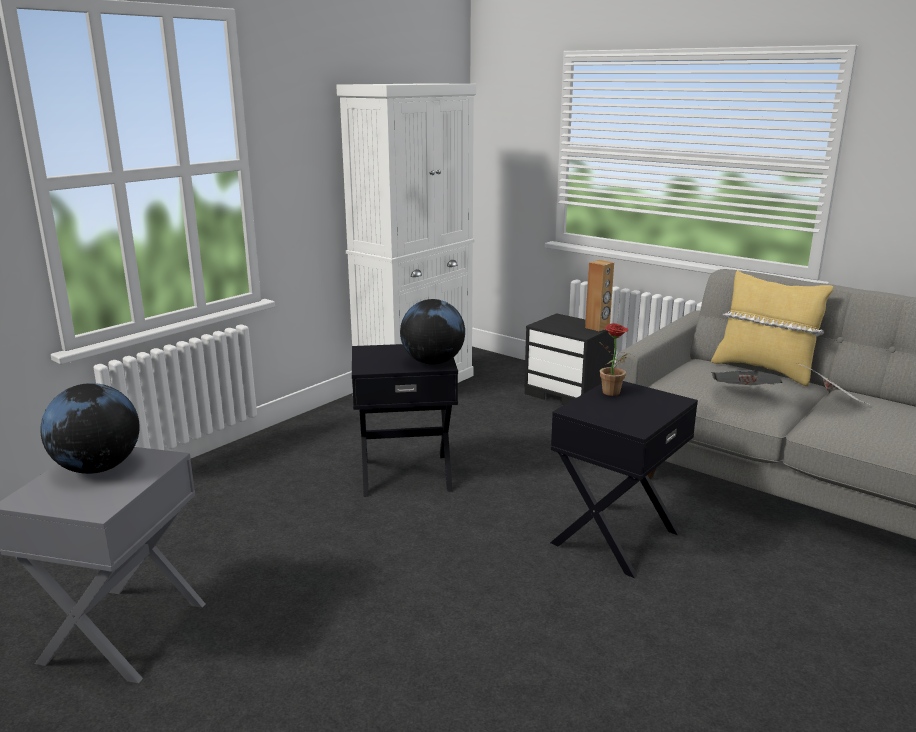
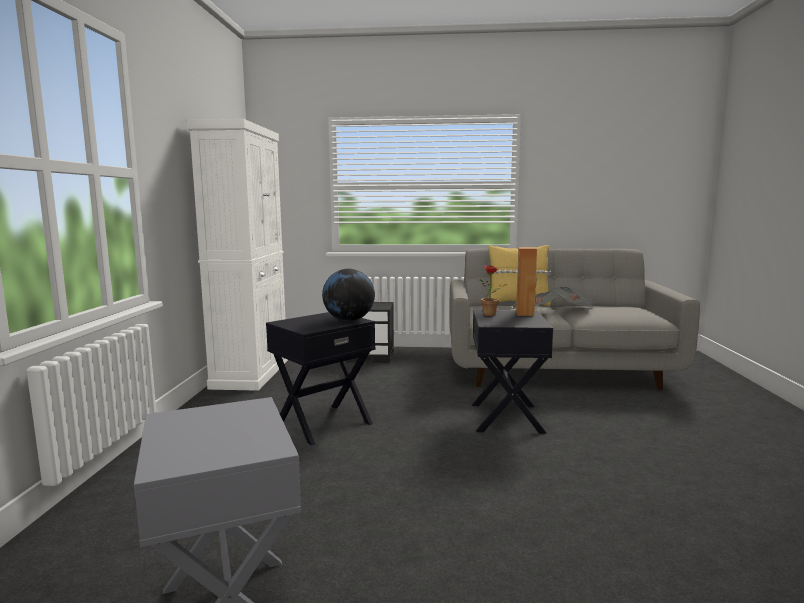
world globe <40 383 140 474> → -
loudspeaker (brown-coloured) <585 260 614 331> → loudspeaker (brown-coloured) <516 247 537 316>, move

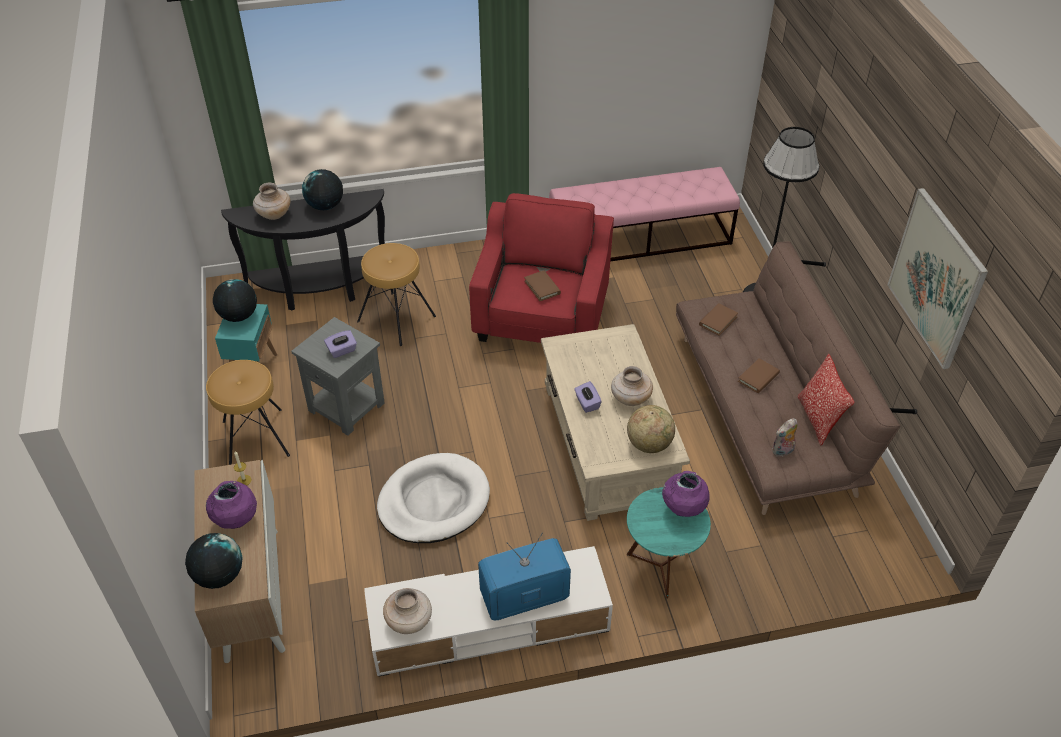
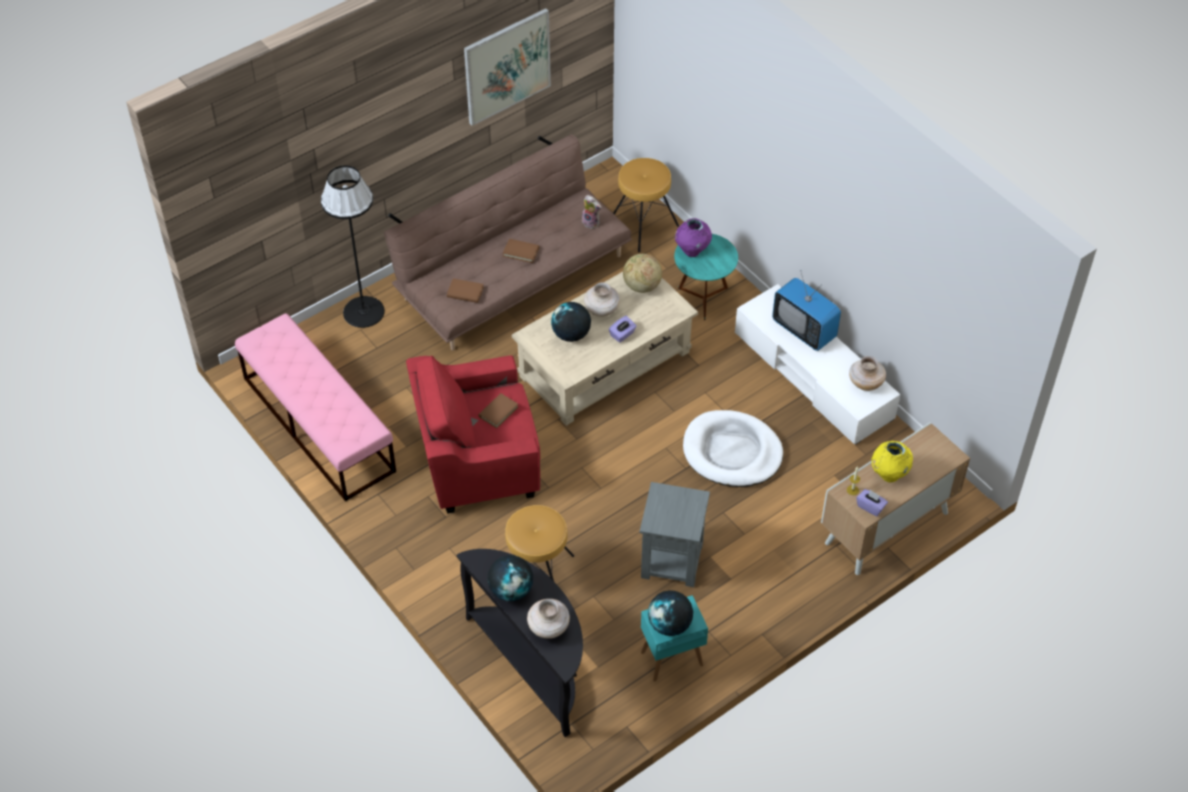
world globe <185 533 243 589> → world globe <551 302 591 342>, move
sitting stool (brown-coloured) <206 360 290 465> → sitting stool (brown-coloured) <613 158 679 252>, move
vase (purple) <206 481 257 529> → vase (yellow) <872 441 913 482>
tissue box (purple) <324 330 357 358> → tissue box (purple) <856 489 888 516>, move
pillow <797 354 855 445> → -

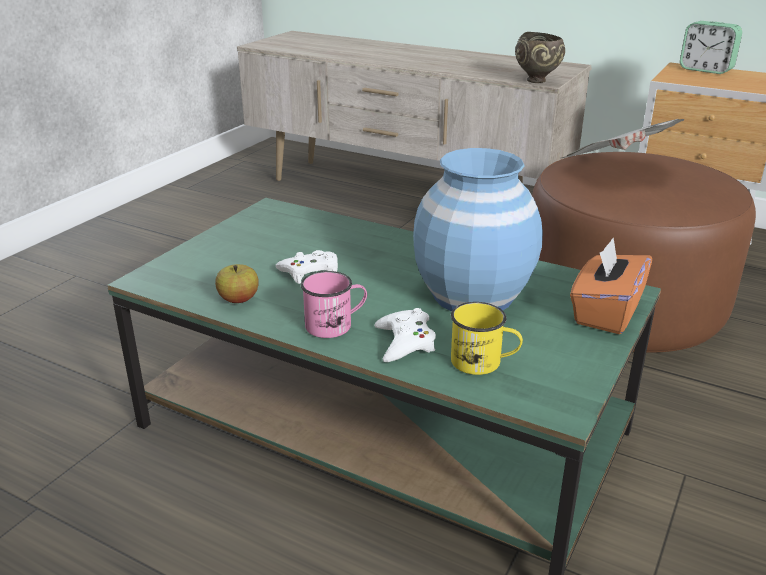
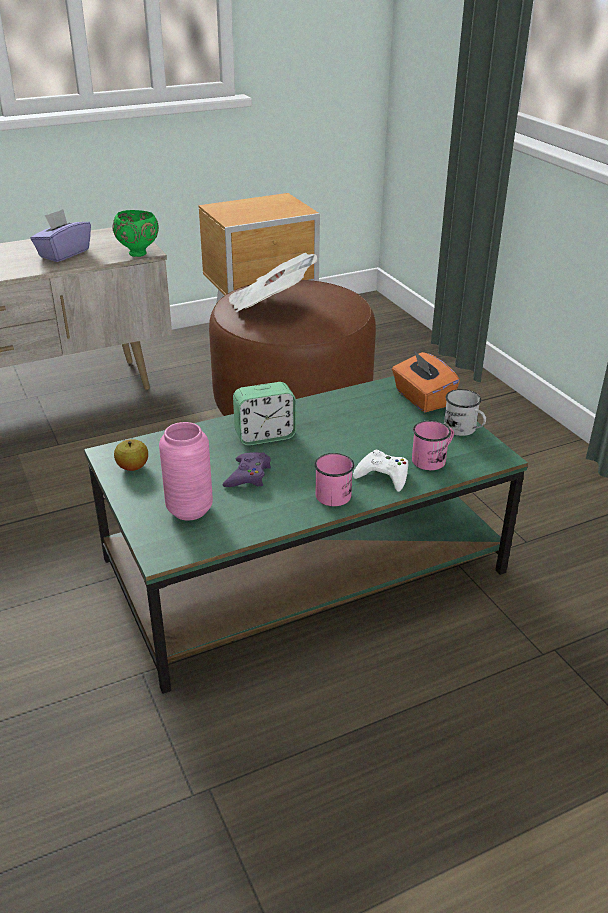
whole apple <215 264 259 303> → whole apple <114 439 148 471>, move
joypad (white-coloured) <275 250 338 284> → joypad (purple) <223 452 271 487>
vase (blue-coloured) <413 148 543 312> → -
tea mug (yellow) <451 302 523 375> → tea mug (pink-coloured) <412 420 454 470>
deep dish (brown-coloured) <515 32 565 83> → deep dish (green-coloured) <112 210 159 257>
alarm clock <680 21 742 74> → alarm clock <233 382 296 446>, move
- → tissue box (purple) <30 209 91 262>
- → vase (pink-coloured) <159 422 213 521>
- → tea mug (white-coloured) <444 389 486 436>

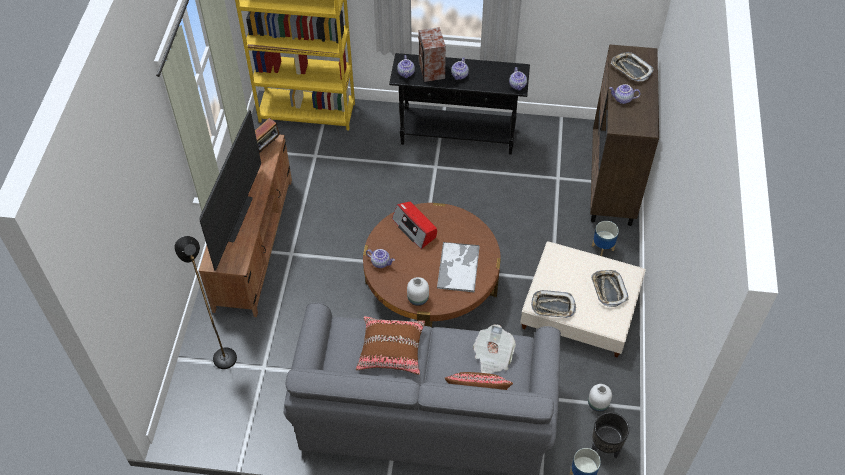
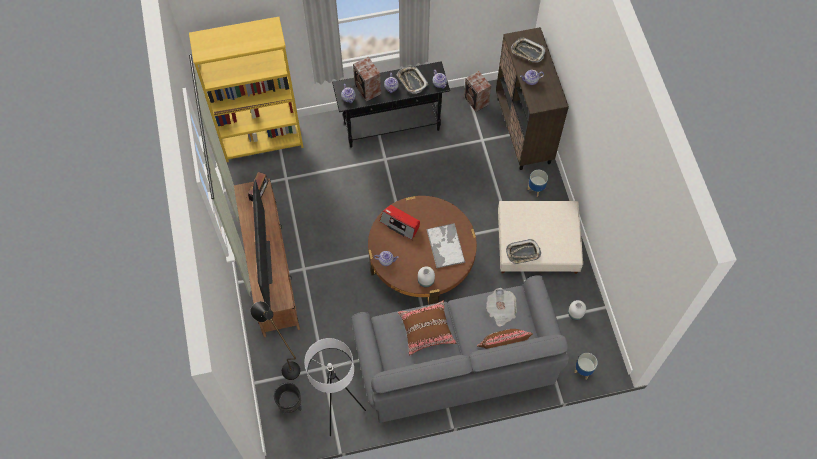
tray <591 270 629 307> → tray <397 66 428 94>, move
planter (black) <592 412 629 458> → planter (black) <274 383 302 414>, move
- → standard lamp (white-coloured) <304 338 366 436>
- → loudspeaker <464 71 491 112>

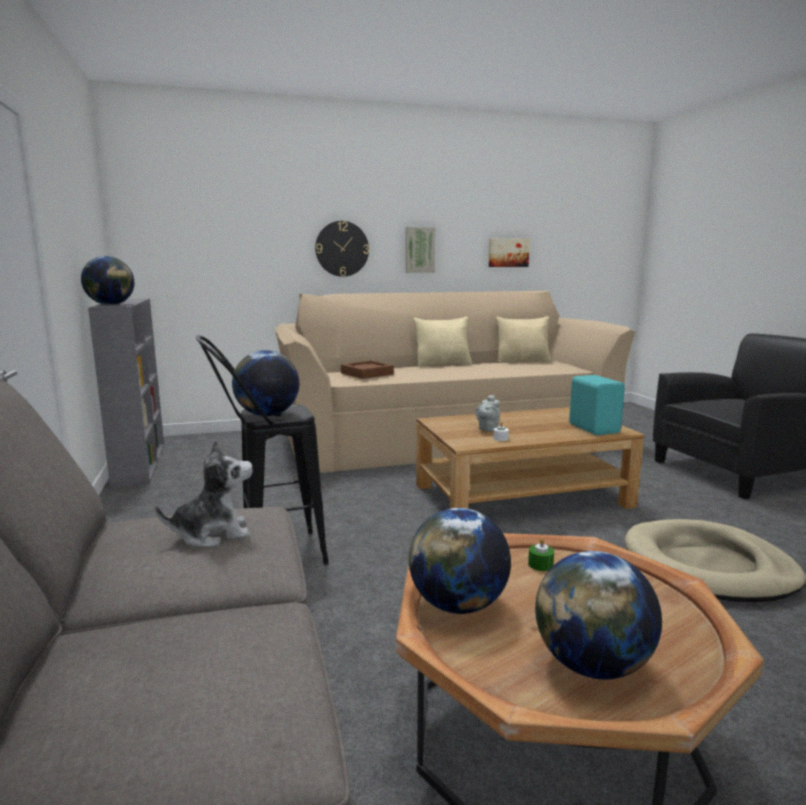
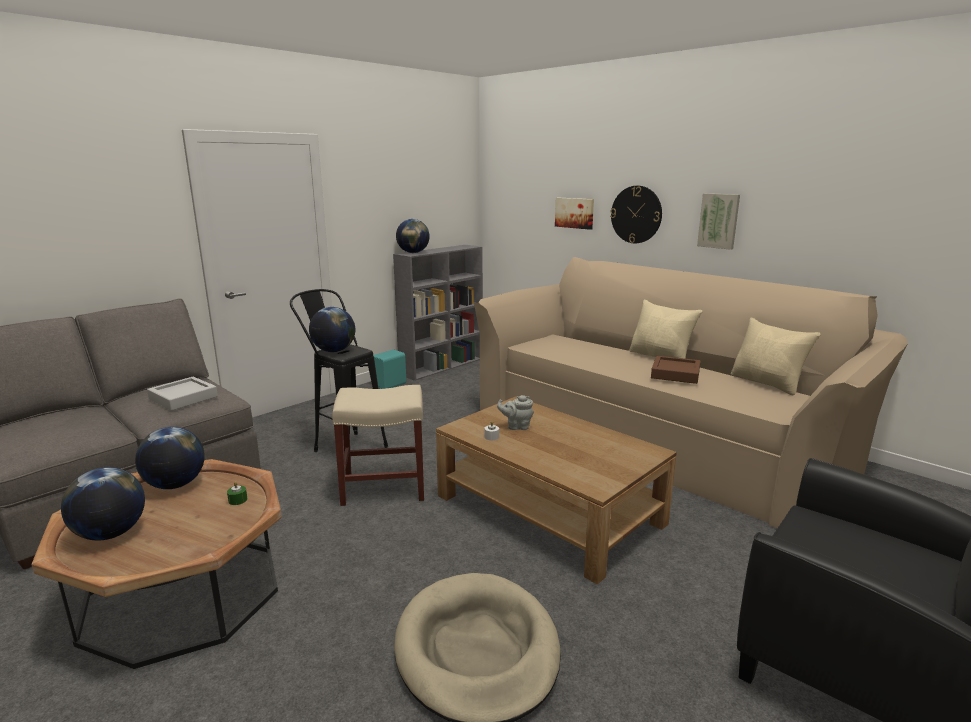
cuddly toy <155 439 253 547> → tray (gray) <147 377 218 411>
tray (brown-coloured) <341 360 394 379> → tray (brown-coloured) <651 356 701 384>, move
picture <489 238 530 267> → picture <555 198 594 230>, move
loudspeaker (blue-green) <569 375 625 435> → loudspeaker (blue-green) <373 350 406 389>, move
- → sitting stool (beige-coloured) <332 385 424 506>

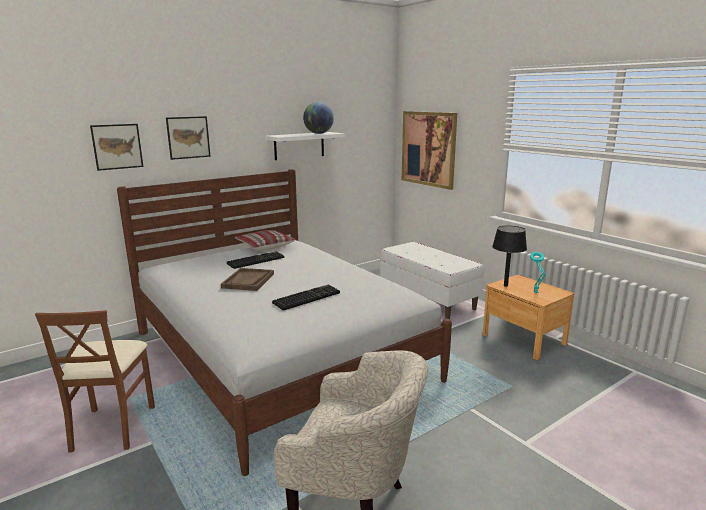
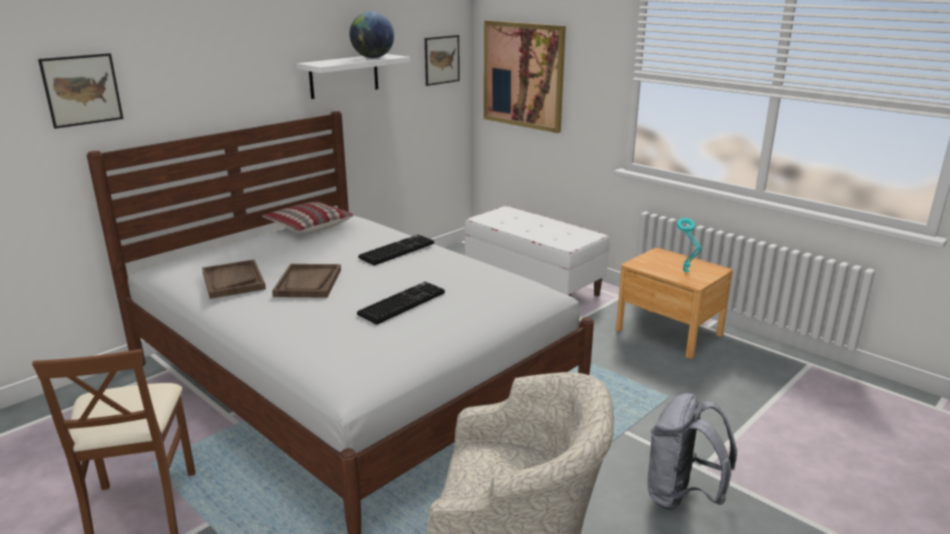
picture <166 116 211 160> → picture <425 35 460 86>, move
computer keyboard <227 251 284 269> → computer keyboard <359 235 434 265>, move
table lamp (black) <492 226 527 287> → -
- → tray (brown-coloured) <202 260 266 299>
- → rucksack (gray) <647 393 737 510>

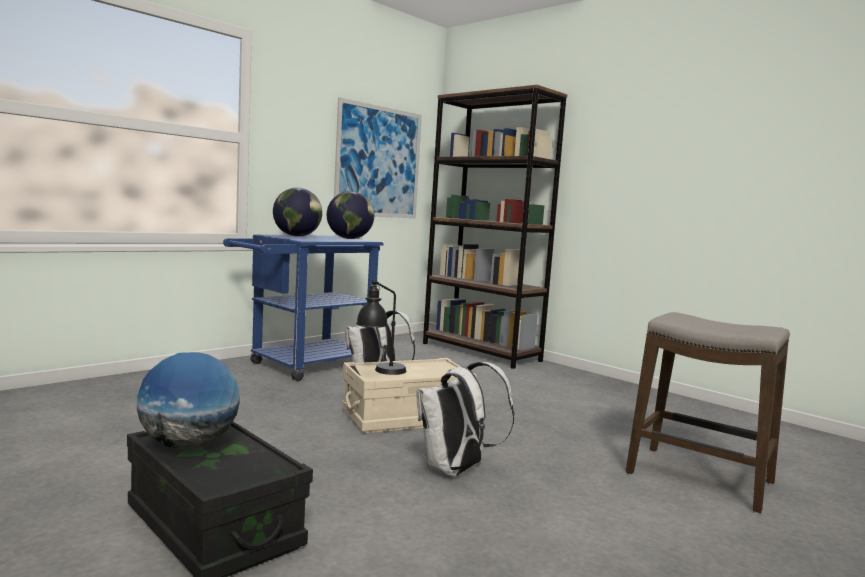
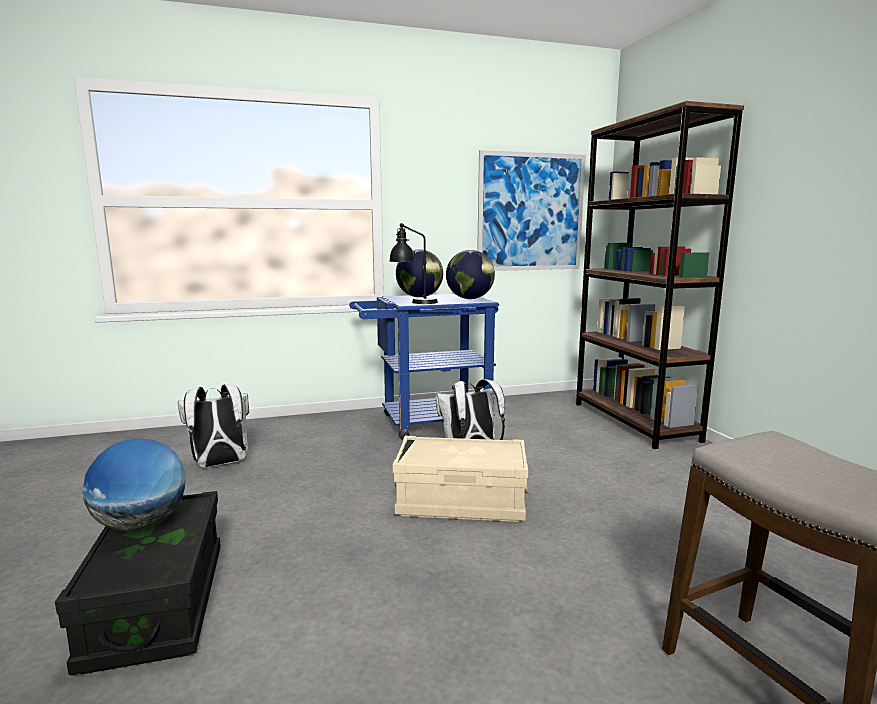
table lamp (black) <356 279 406 375> → table lamp (black) <389 223 438 304>, move
rucksack (white-coloured) <417 362 515 477> → rucksack (white-coloured) <178 384 249 468>, move

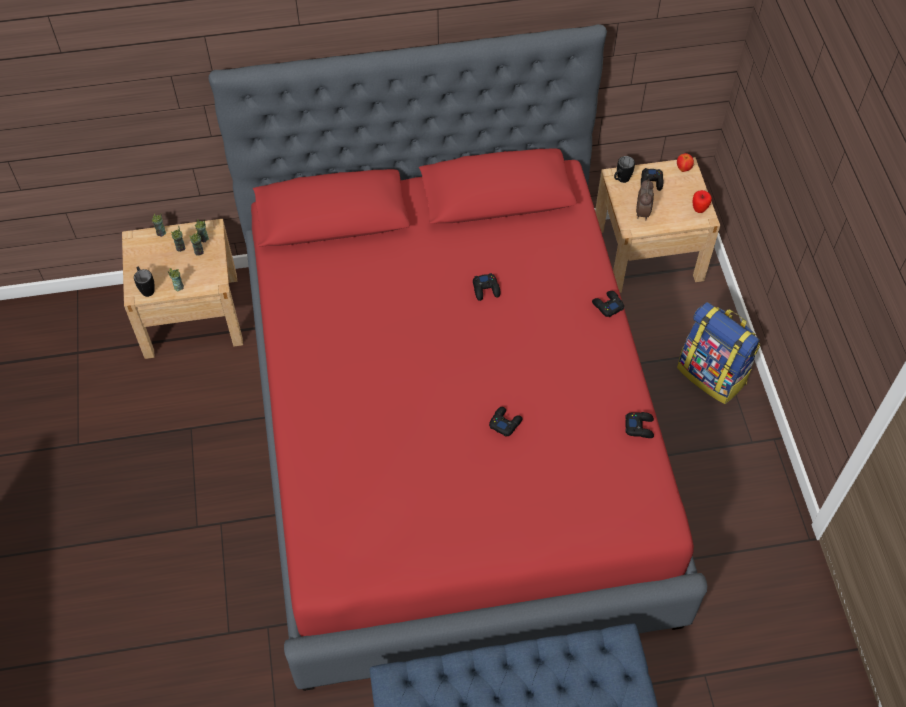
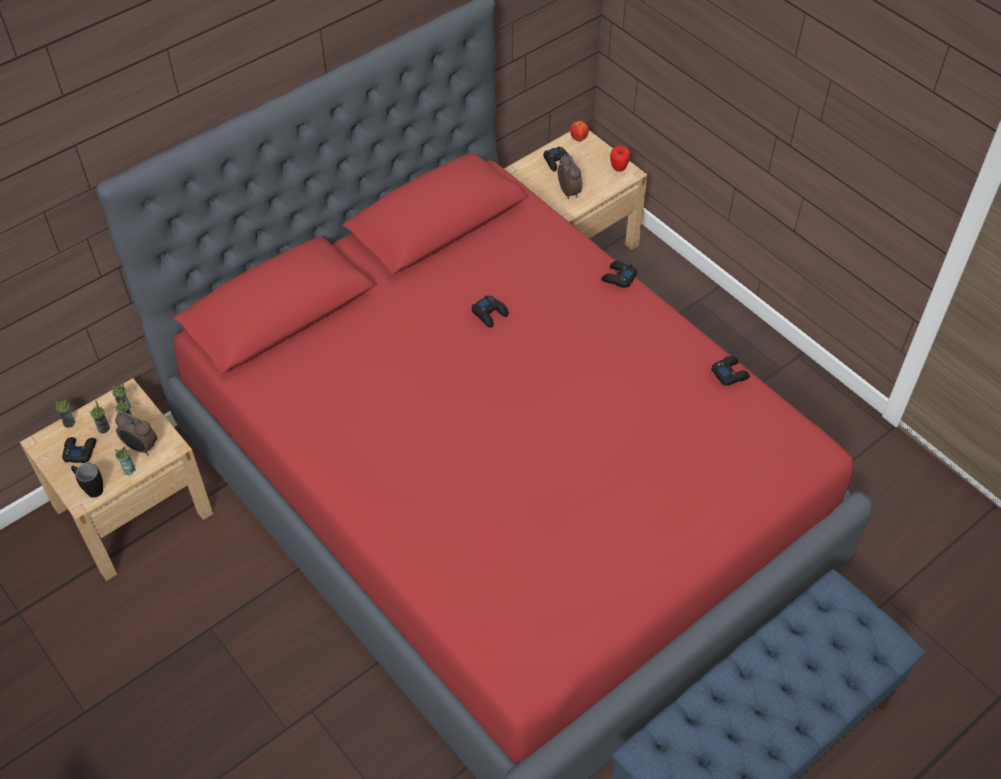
joypad (black) <489 407 522 437> → joypad (black) <62 437 96 463>, move
tea mug (black) <614 156 635 183> → -
rucksack <677 302 760 404> → -
- → alarm clock <115 412 157 455>

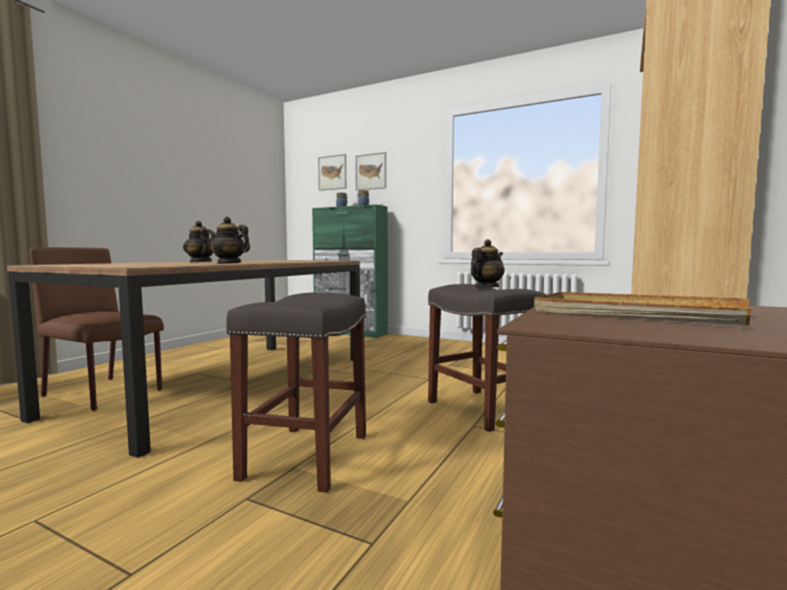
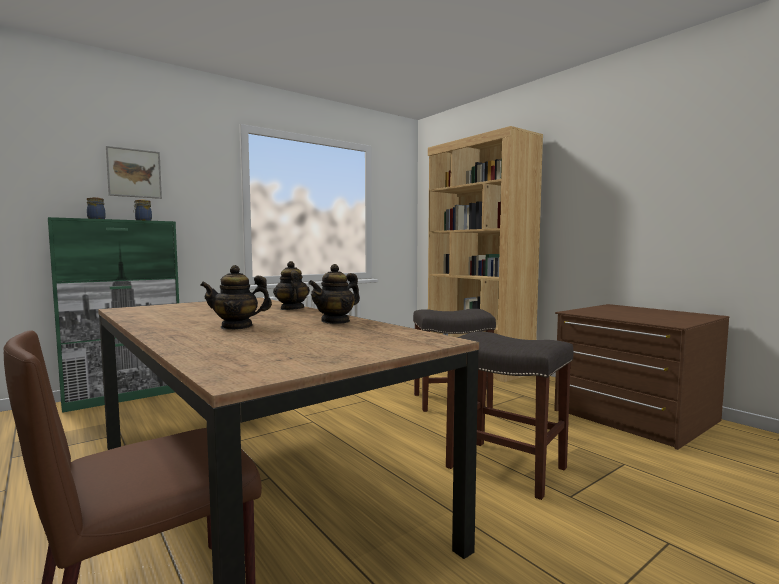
picture <318 154 346 191> → -
pot for tea <471 239 505 288> → pot for tea <273 261 310 310>, move
tray (beige-coloured) <534 292 751 326> → -

